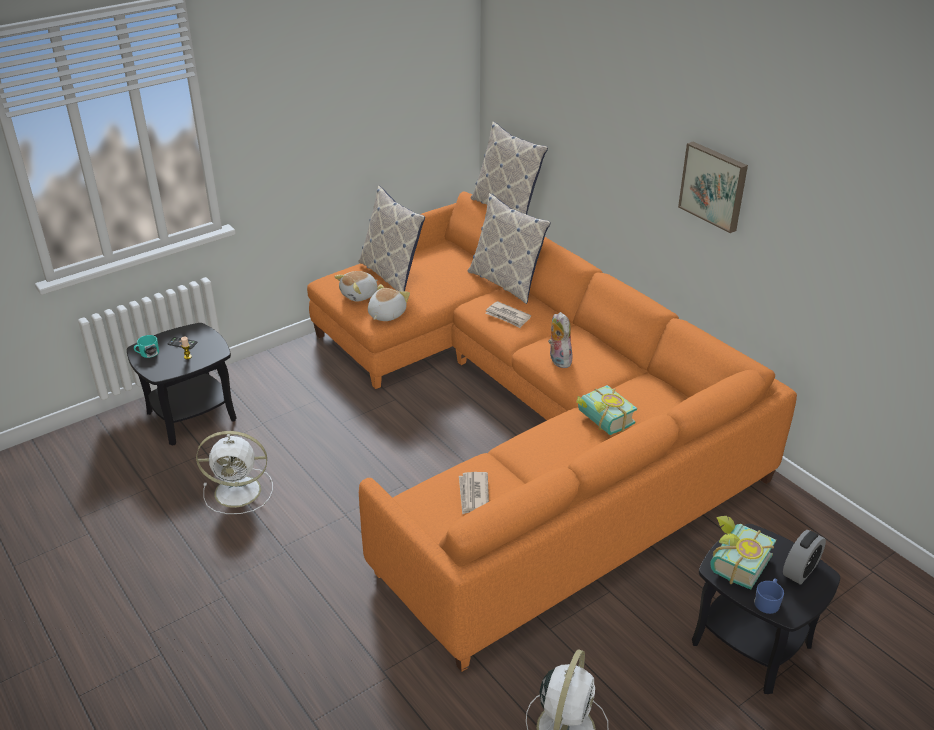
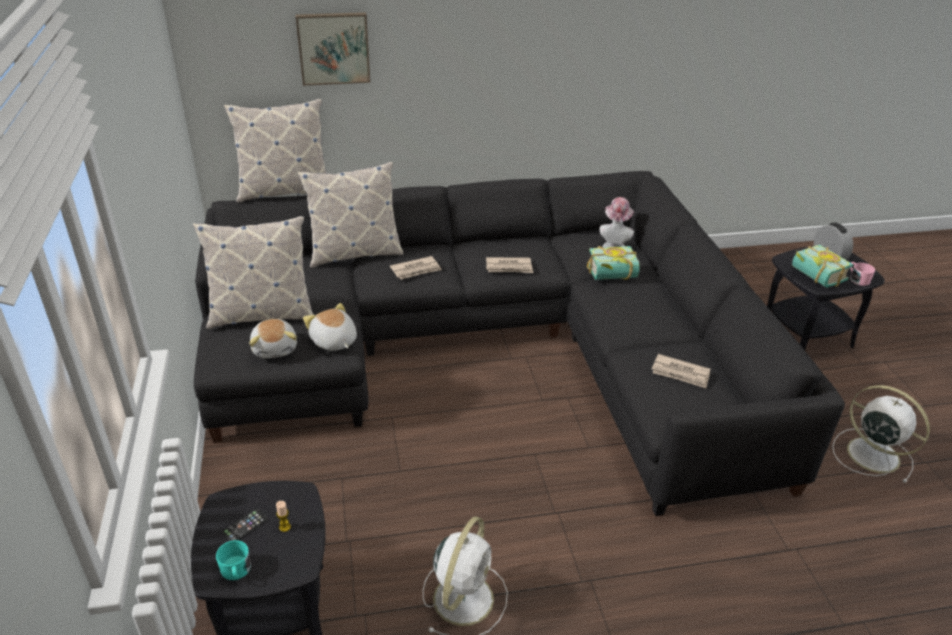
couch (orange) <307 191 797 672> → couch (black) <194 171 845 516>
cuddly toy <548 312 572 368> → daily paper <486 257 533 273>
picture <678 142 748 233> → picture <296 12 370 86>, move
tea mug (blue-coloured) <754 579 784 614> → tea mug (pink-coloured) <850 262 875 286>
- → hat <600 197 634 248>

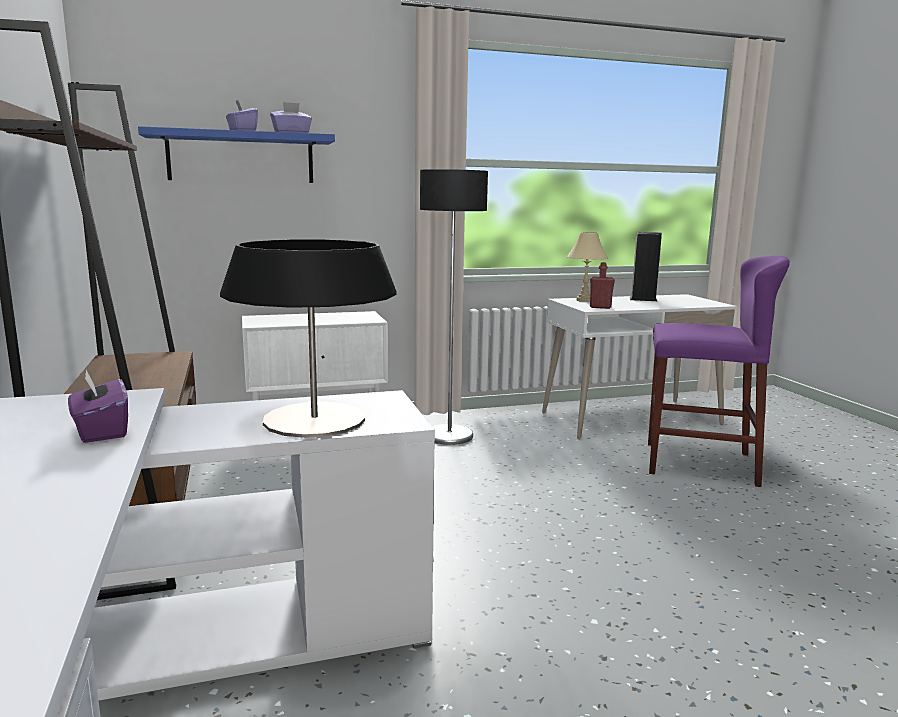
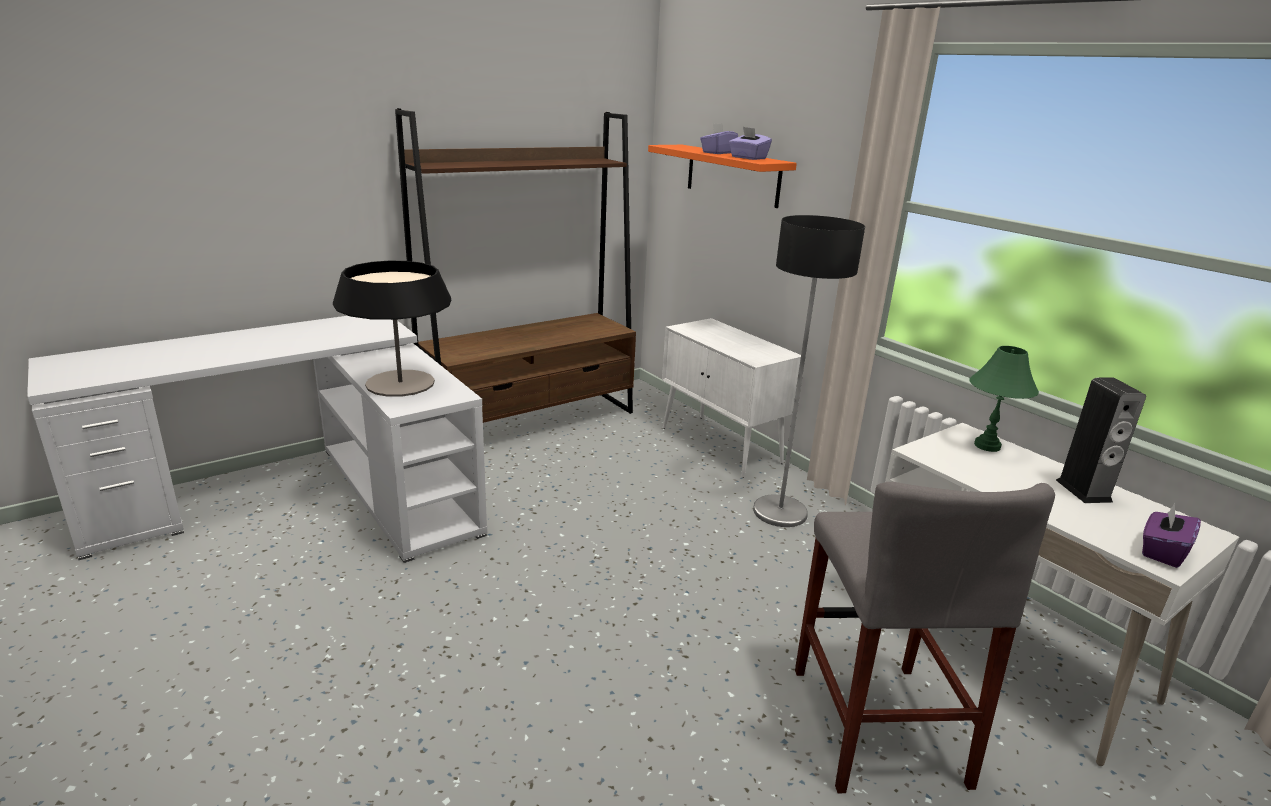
tissue box (purple) <68 370 128 443> → tissue box (purple) <1142 503 1201 568>, move
wall shelf (blue-coloured) <138 126 335 183> → wall shelf (orange) <648 145 797 208>
table lamp (beige-coloured) <567 232 608 302> → table lamp (green-coloured) <969 346 1039 452>
drink bottle (reddish) <590 262 615 309> → -
sitting stool (purple) <648 256 790 487> → sitting stool (gray) <795 482 1055 793>

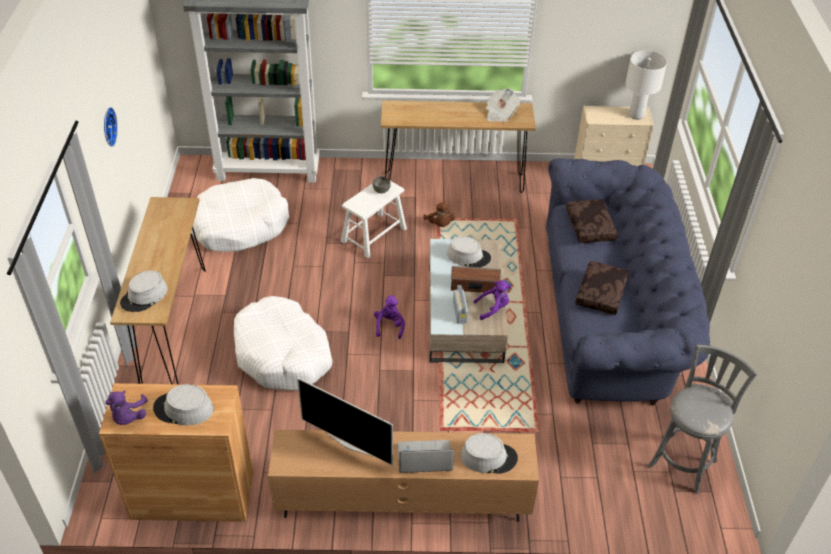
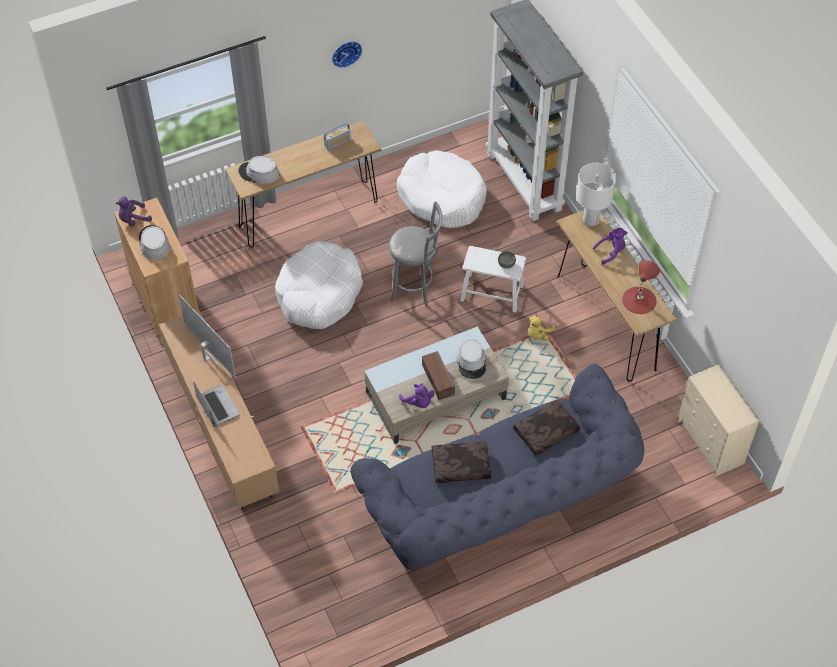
TV <297 378 393 466> → TV <179 295 236 378>, 135 degrees clockwise
cuddly toy (purple) <374 295 405 339> → cuddly toy (purple) <593 228 628 265>, move
cuddly toy (brown-coloured) <423 202 455 227> → cuddly toy (yellow) <528 316 555 341>
radio receiver <453 285 468 324> → radio receiver <323 123 351 150>, move
hat (gray) <460 433 518 473> → -
daily paper <486 88 520 122> → table lamp (reddish) <622 260 660 314>
table lamp (white-coloured) <626 51 667 120> → table lamp (white-coloured) <576 163 616 227>, move
sitting stool (gray) <648 344 757 494> → sitting stool (gray) <389 201 443 307>, move

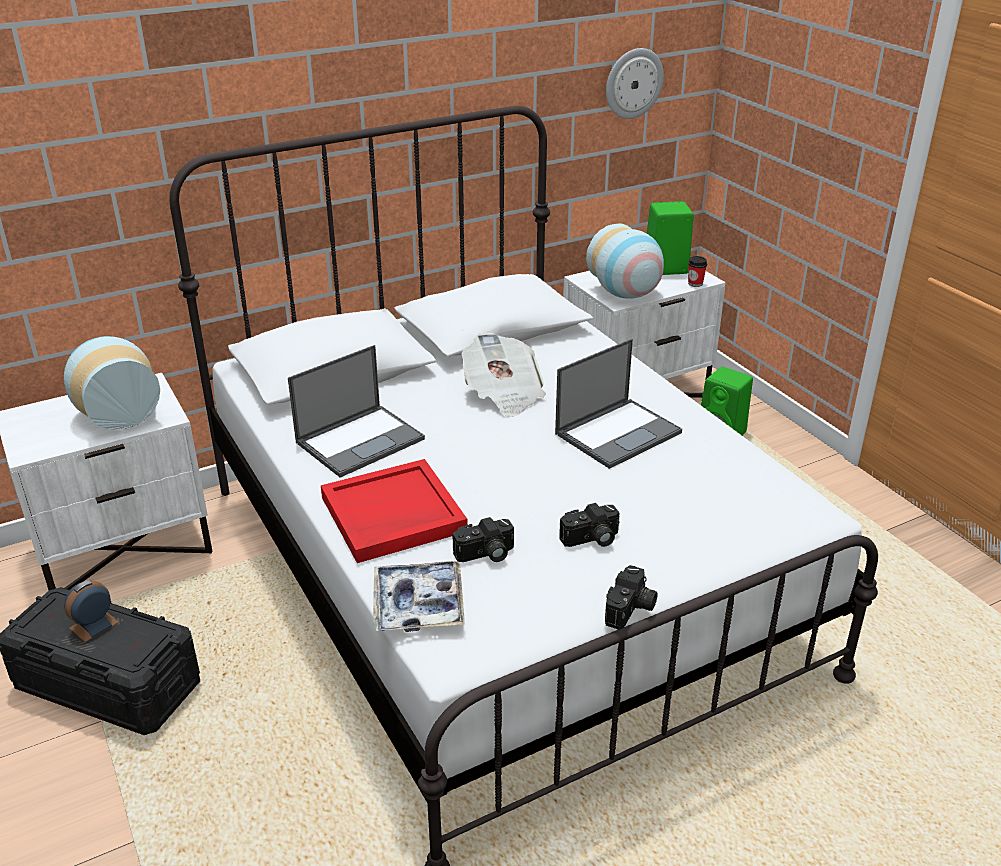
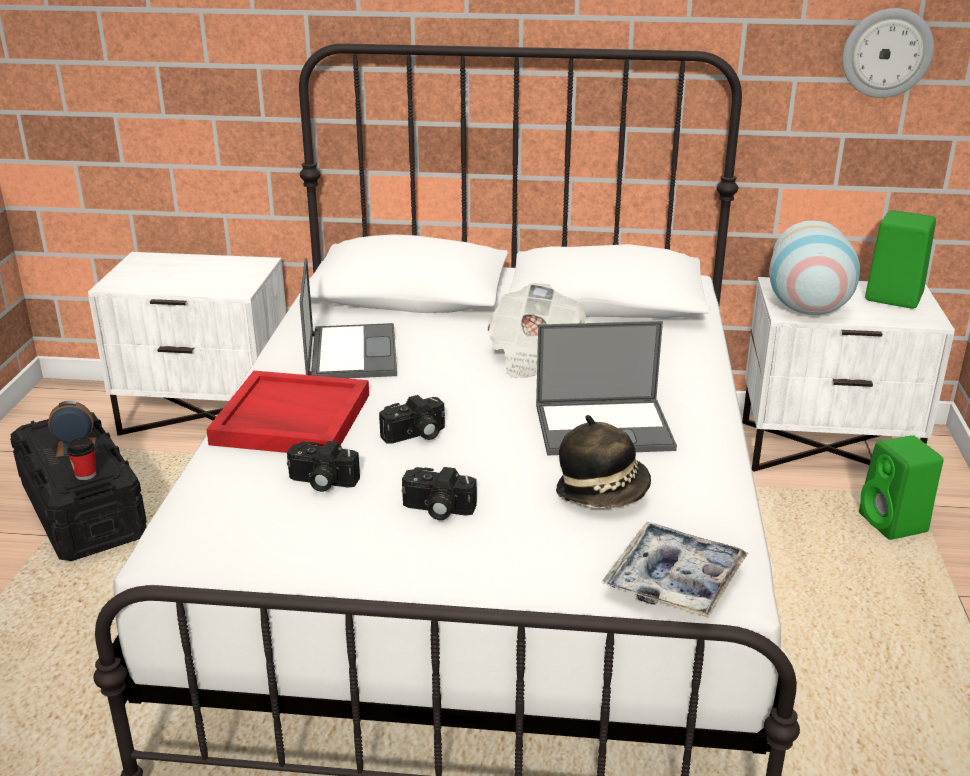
vase <64 336 160 430> → -
notebook computer <288 345 425 478> → notebook computer <300 258 397 378>, 90 degrees counterclockwise
tray <373 561 465 632> → tray <602 522 748 618>, move
still camera <605 565 658 630> → still camera <379 395 445 443>, move
cup <688 256 707 287> → cup <67 437 97 480>, move
- → hat <556 415 651 508>

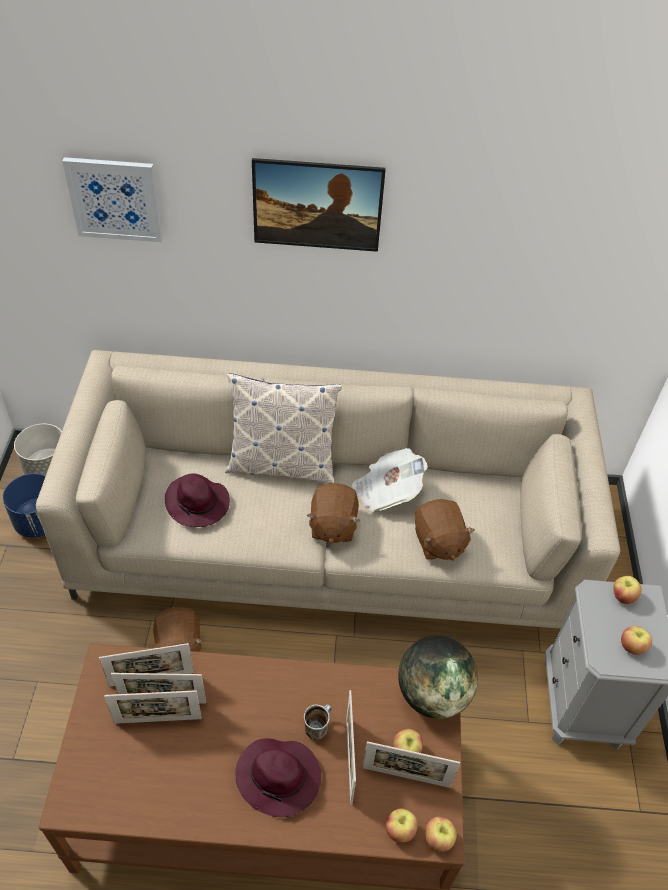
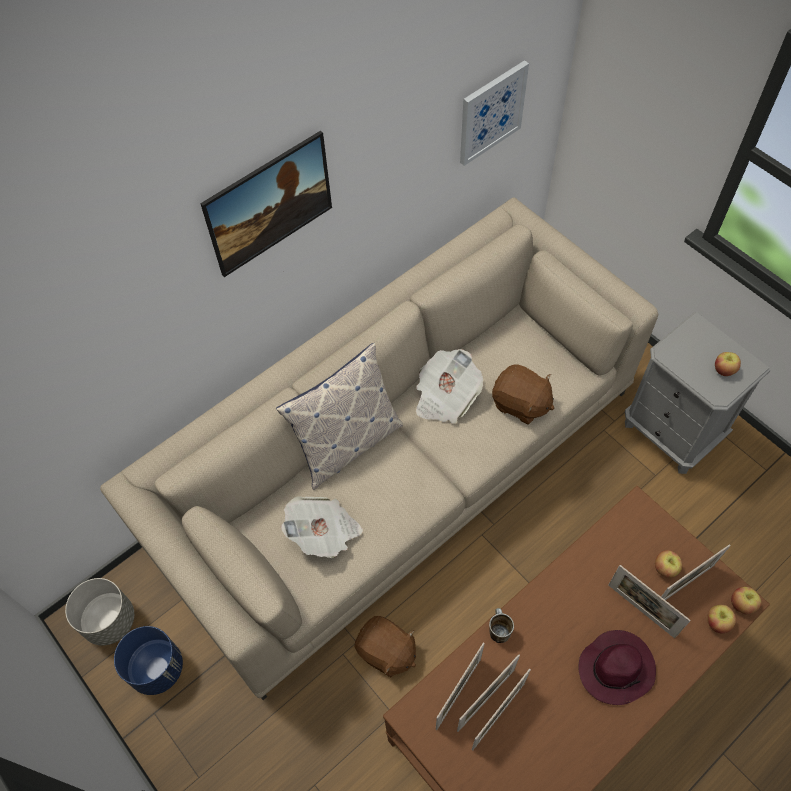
picture <62 157 163 242> → picture <460 60 529 166>, move
hat (purple) <165 473 230 527> → daily paper <281 496 363 558>
tea mug <304 704 332 740> → tea mug <489 608 514 643>, move
cuddly toy (brown-coloured) <307 483 360 544> → -
world globe <398 635 478 719> → -
whole apple <613 576 642 604> → -

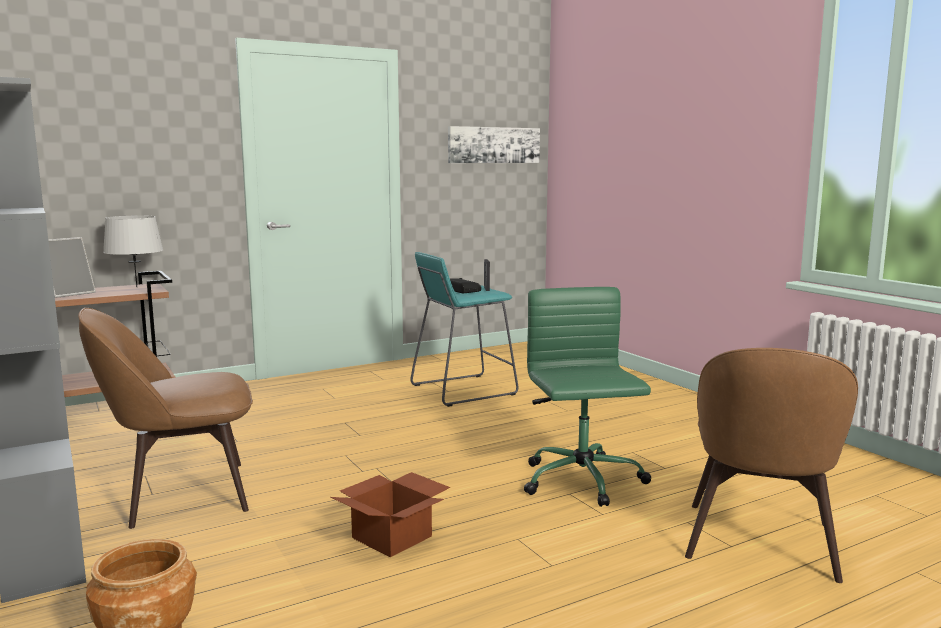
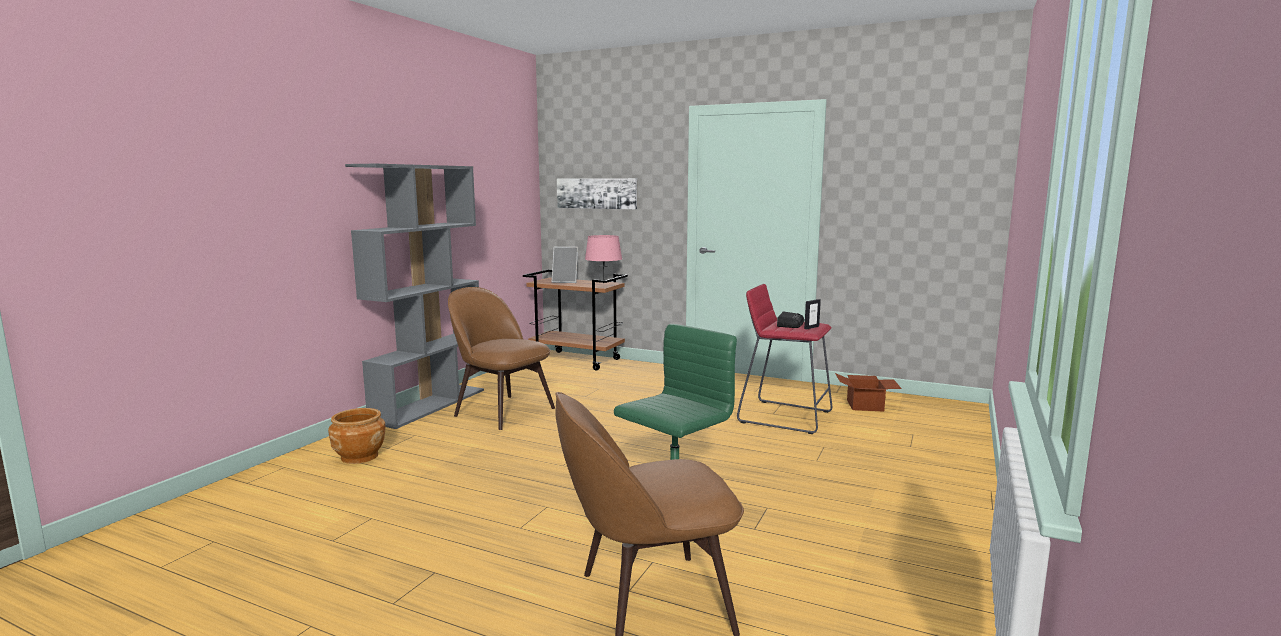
table lamp (gray) <103 215 163 287> → table lamp (pink-coloured) <585 235 622 280>
cardboard box <331 472 450 557> → cardboard box <835 373 902 411>, move
sitting stool (blue-green) <410 252 518 407> → sitting stool (reddish) <737 284 832 434>
picture <448 126 540 163> → picture <557 178 637 209>, move

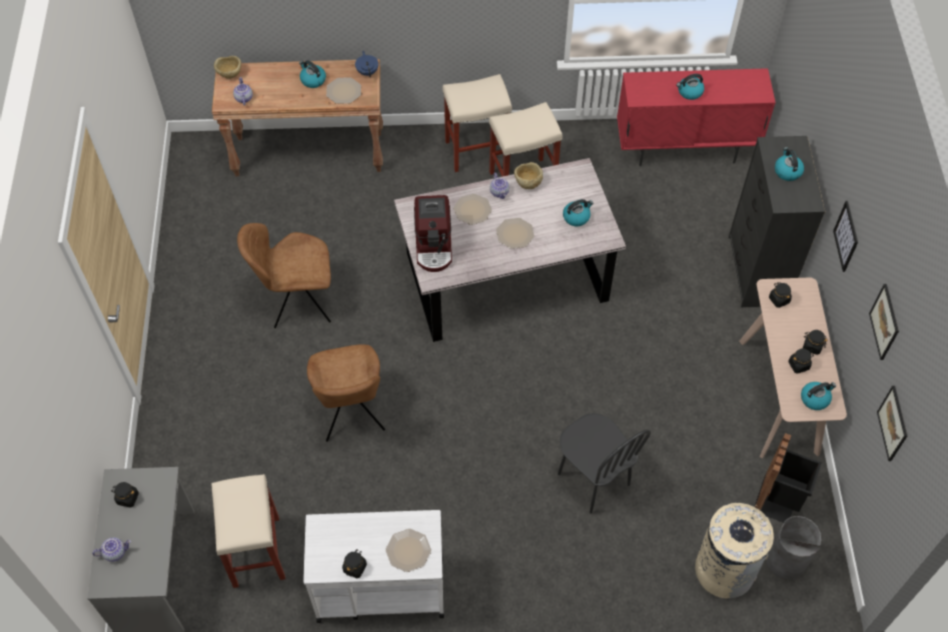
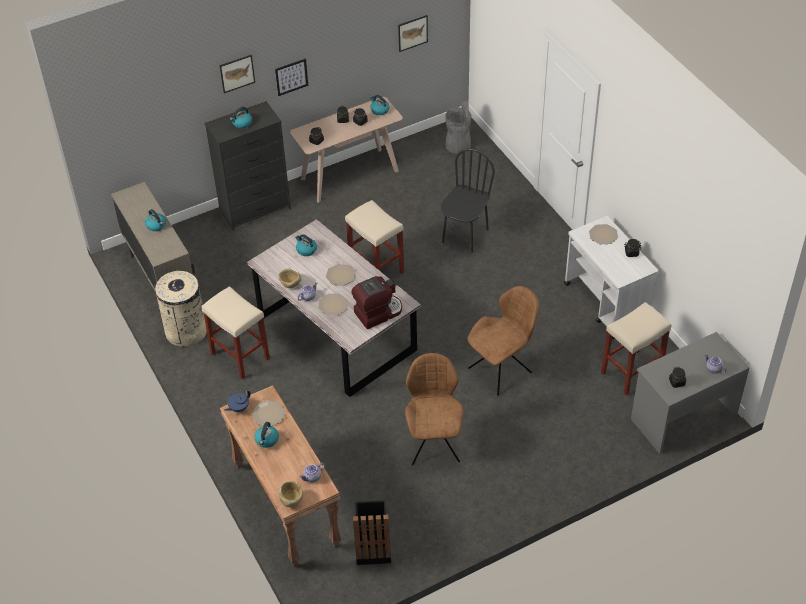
chair (brown-coloured) <237 223 331 328> → chair (brown-coloured) <405 353 463 465>, 150 degrees counterclockwise
sitting stool (beige-coloured) <442 74 512 172> → sitting stool (beige-coloured) <345 200 404 274>, move
cupboard (reddish) <617 68 776 166> → cupboard (beige-coloured) <111 182 195 291>
trash can (beige-coloured) <695 503 774 599> → trash can (beige-coloured) <155 271 207 347>, move
trash can (black) <754 433 822 523> → trash can (black) <353 500 391 565>, move
picture <869 284 899 360> → picture <220 55 255 93>, move

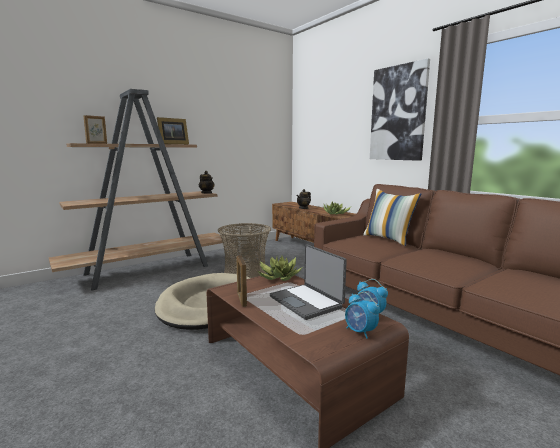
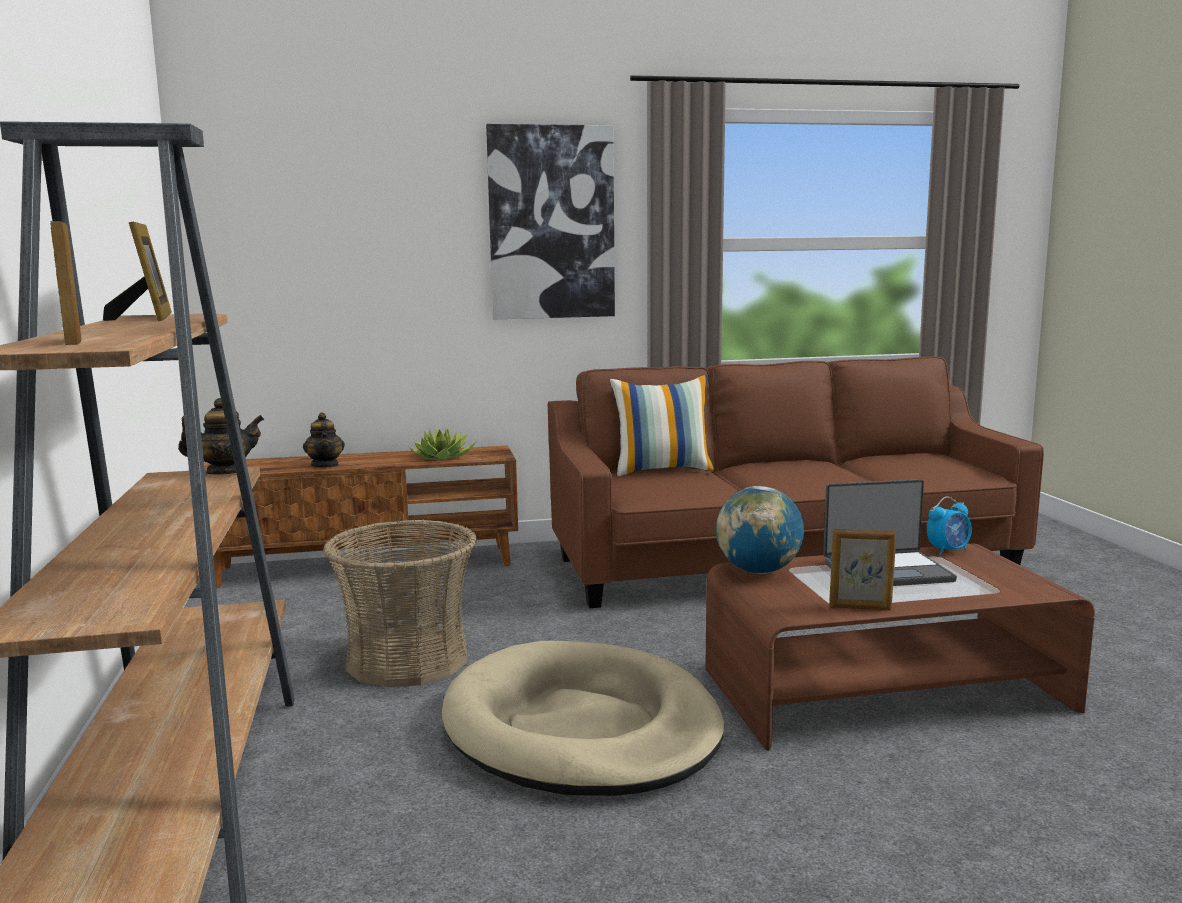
houseplant <258 256 302 281> → world globe <716 486 804 574>
alarm clock <345 292 380 339> → -

